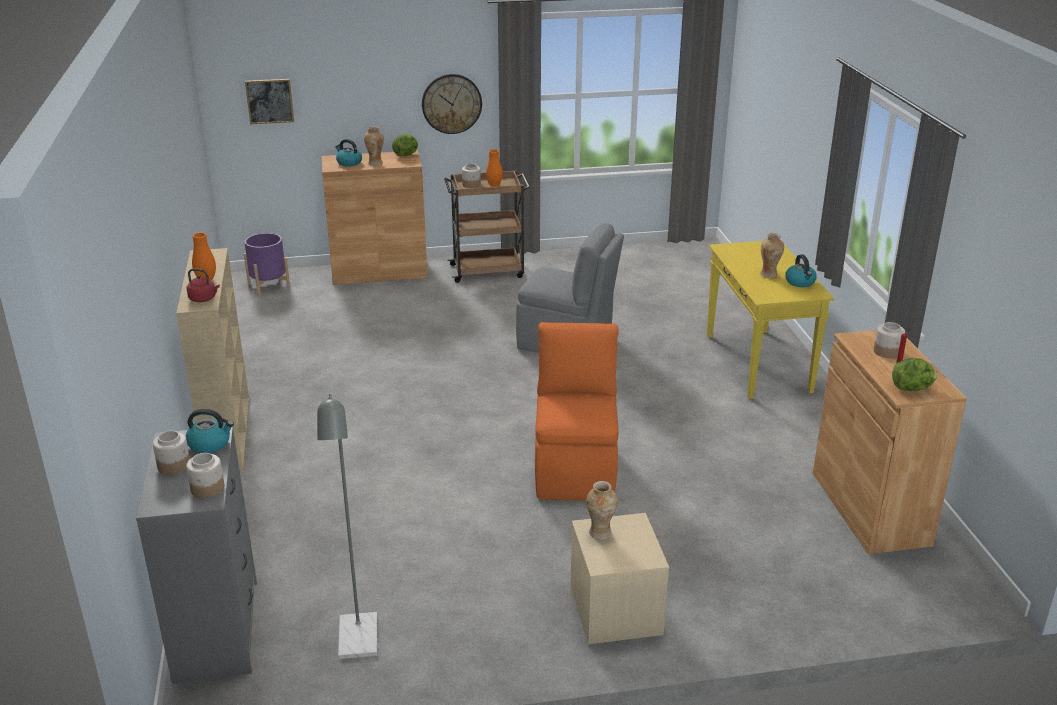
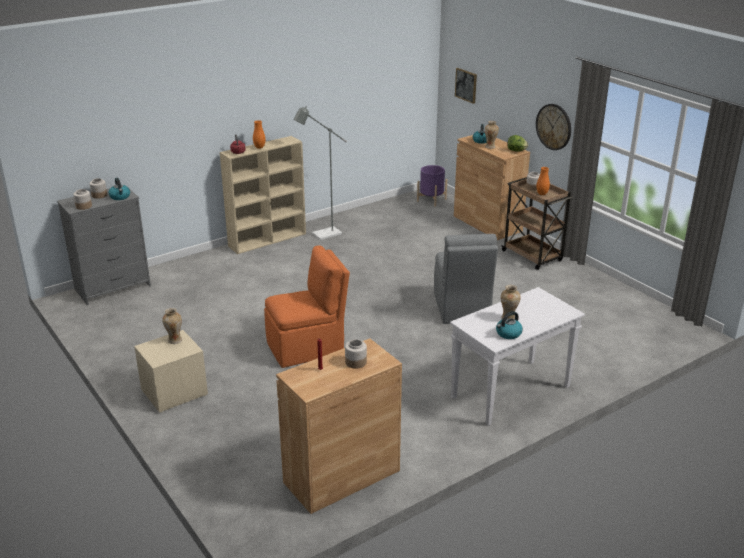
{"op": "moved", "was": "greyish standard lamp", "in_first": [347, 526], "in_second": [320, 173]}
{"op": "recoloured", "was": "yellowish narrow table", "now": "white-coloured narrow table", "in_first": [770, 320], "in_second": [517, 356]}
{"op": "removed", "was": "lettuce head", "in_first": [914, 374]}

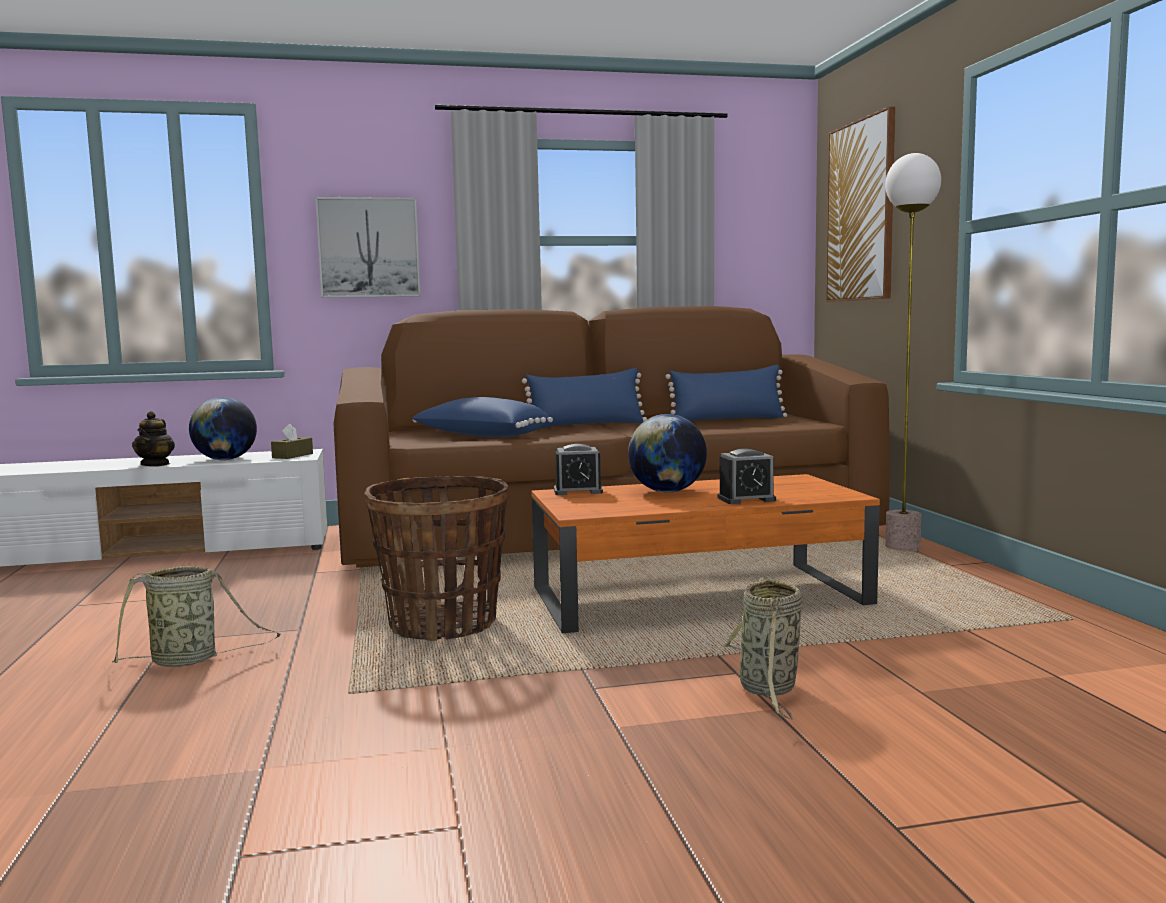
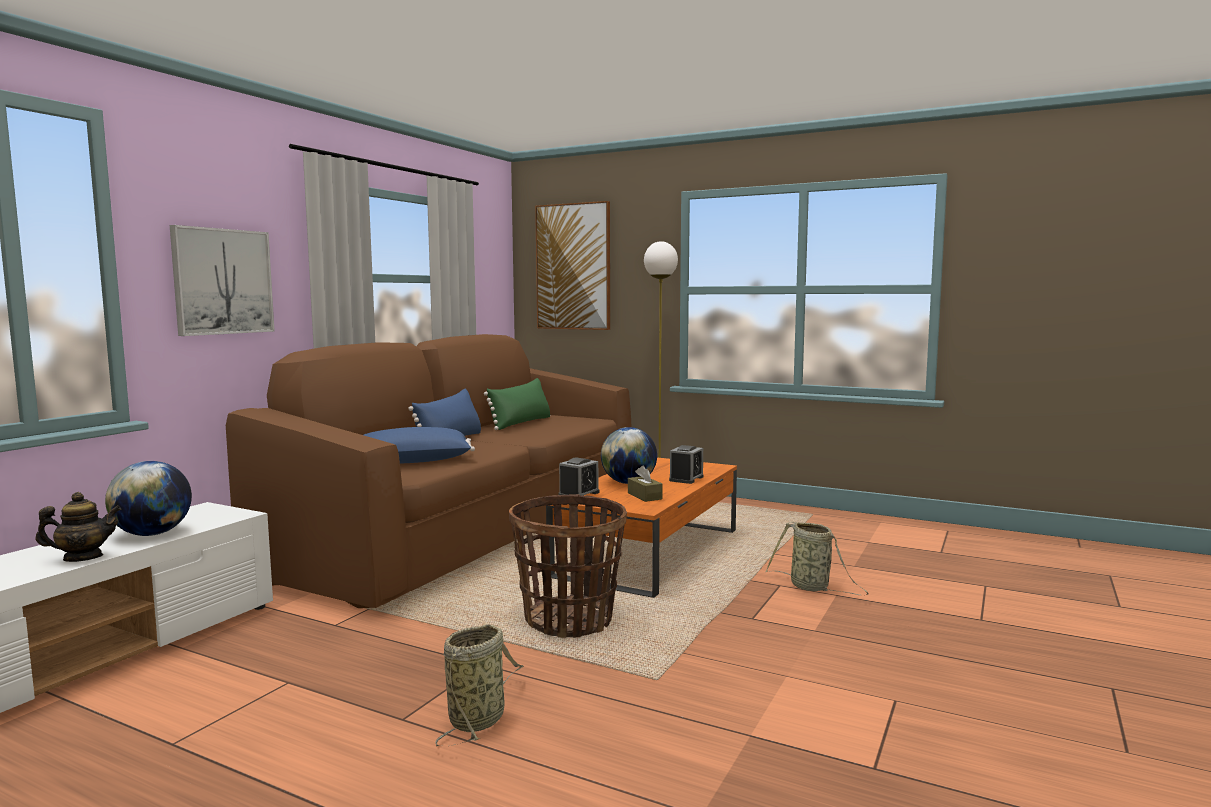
{"op": "turned", "was": "teapot", "in_first": [153, 438], "in_second": [78, 527], "clockwise": -60}
{"op": "recoloured", "was": "bluish pillow", "now": "green pillow", "in_first": [726, 393], "in_second": [517, 404]}
{"op": "moved", "was": "brown-coloured box of tissues", "in_first": [292, 441], "in_second": [645, 483]}

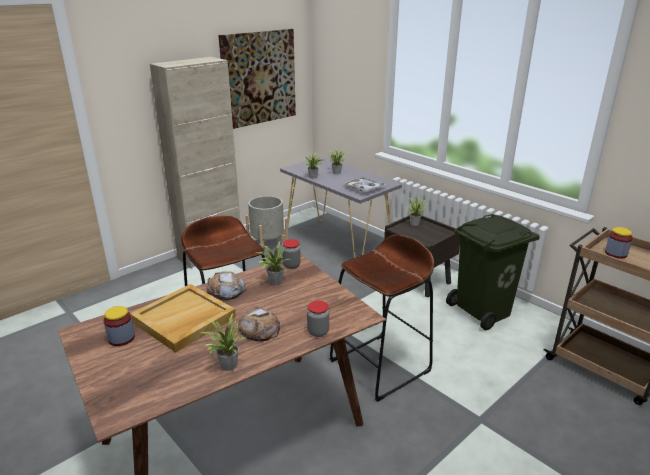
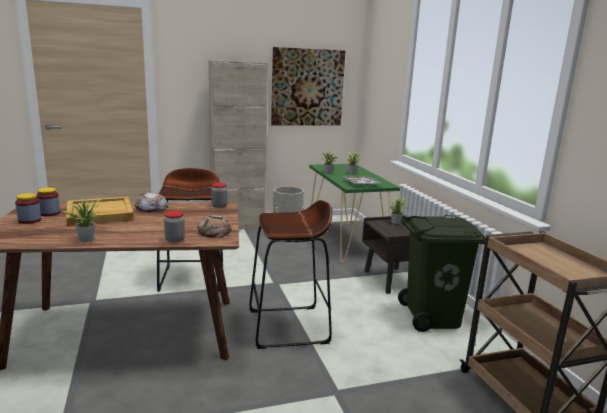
{"op": "moved", "was": "storage jar", "in_first": [619, 243], "in_second": [28, 208]}
{"op": "moved", "was": "bread", "in_first": [259, 324], "in_second": [214, 226]}
{"op": "recoloured", "was": "greyish narrow table", "now": "green narrow table", "in_first": [341, 207], "in_second": [354, 213]}
{"op": "removed", "was": "plant in a pot", "in_first": [272, 263]}

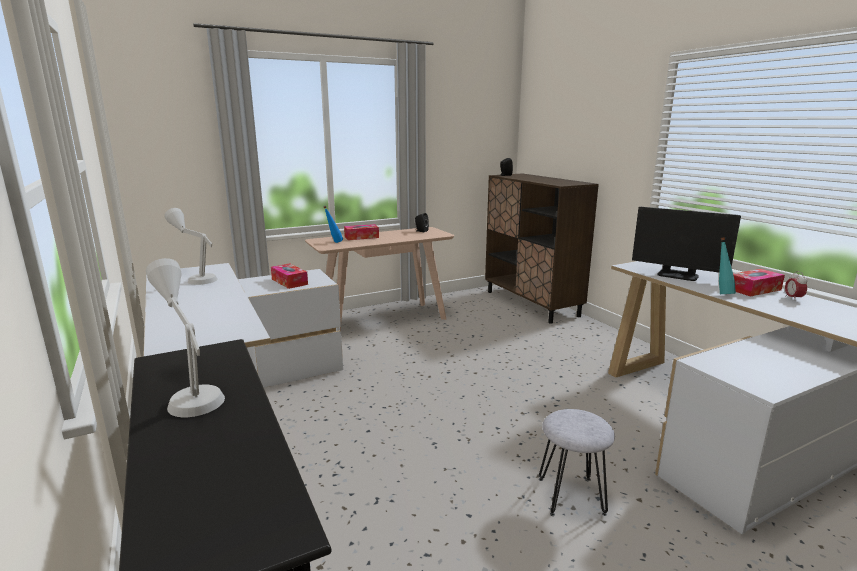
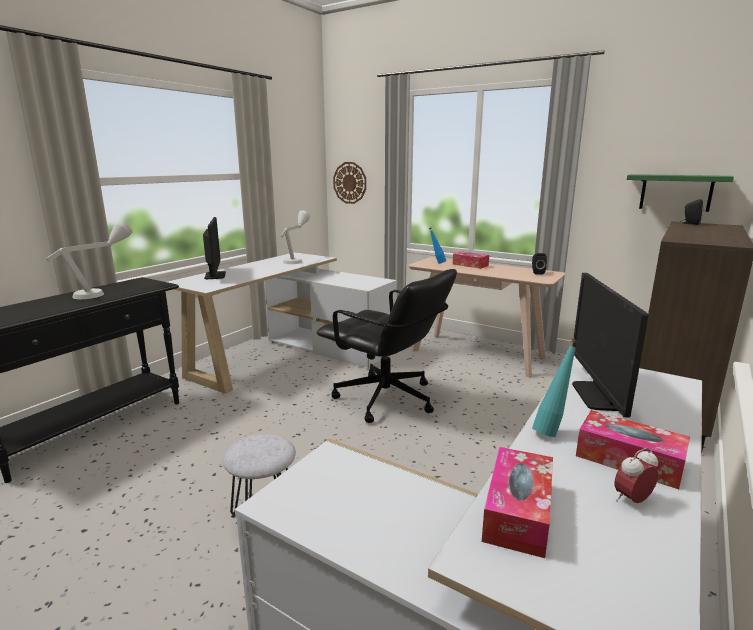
{"op": "added", "now": "monitor", "in_second": [214, 248]}
{"op": "added", "now": "black computer chair", "in_second": [387, 346]}
{"op": "added", "now": "clock on the wall", "in_second": [349, 183]}
{"op": "moved", "was": "box of tissues", "in_first": [289, 276], "in_second": [517, 502]}
{"op": "added", "now": "green wall shelf", "in_second": [680, 193]}

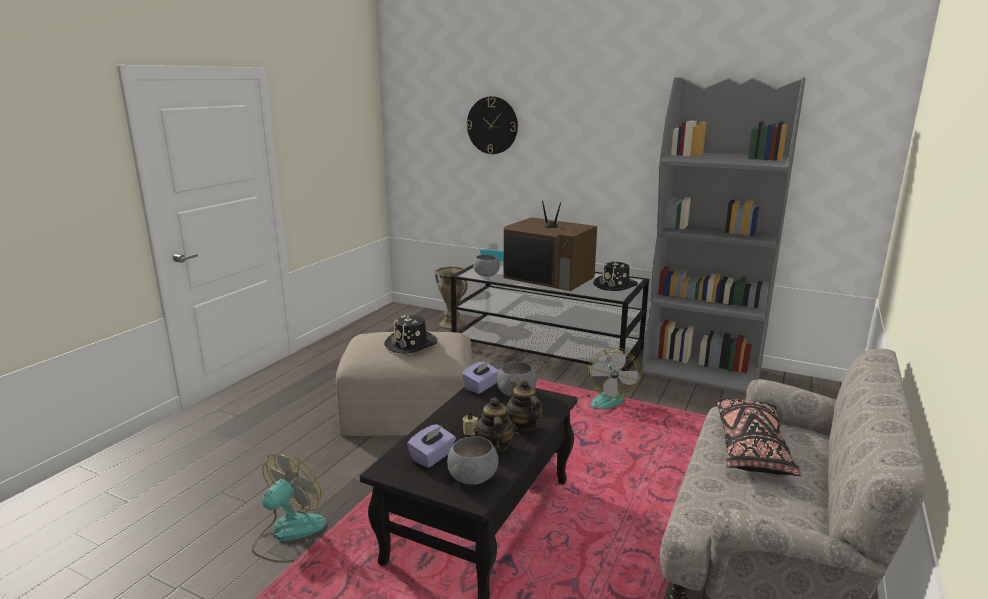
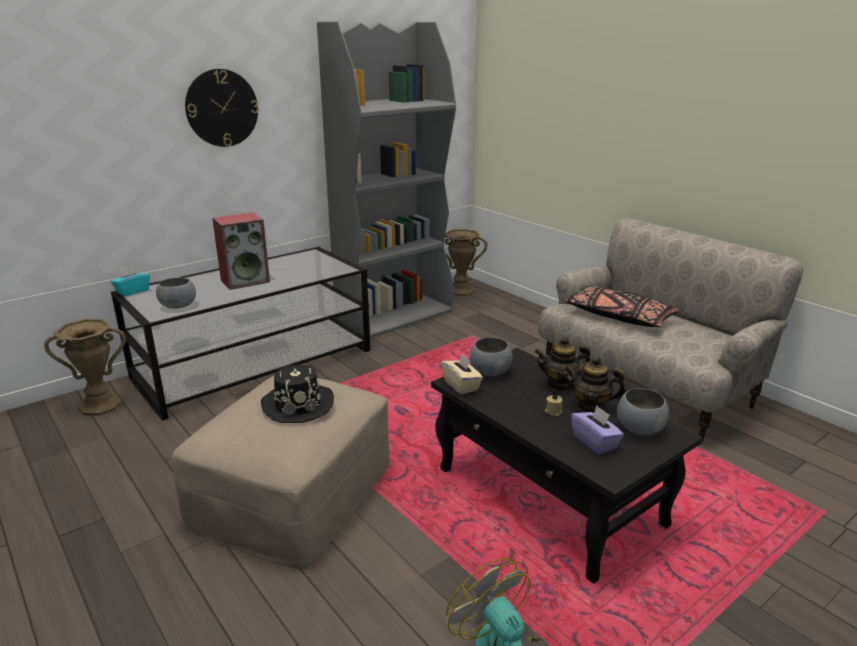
{"op": "moved", "was": "clock on the wall", "in_first": [492, 125], "in_second": [222, 108]}
{"op": "replaced", "was": "TV", "now": "loudspeaker", "in_first": [550, 246], "in_second": [241, 251]}
{"op": "recoloured", "was": "purple-coloured box of tissues", "now": "beige box of tissues", "in_first": [480, 377], "in_second": [462, 374]}
{"op": "added", "now": "brown-coloured vase", "in_second": [466, 262]}
{"op": "removed", "was": "fan", "in_first": [613, 378]}
{"op": "removed", "was": "black hat", "in_first": [615, 275]}

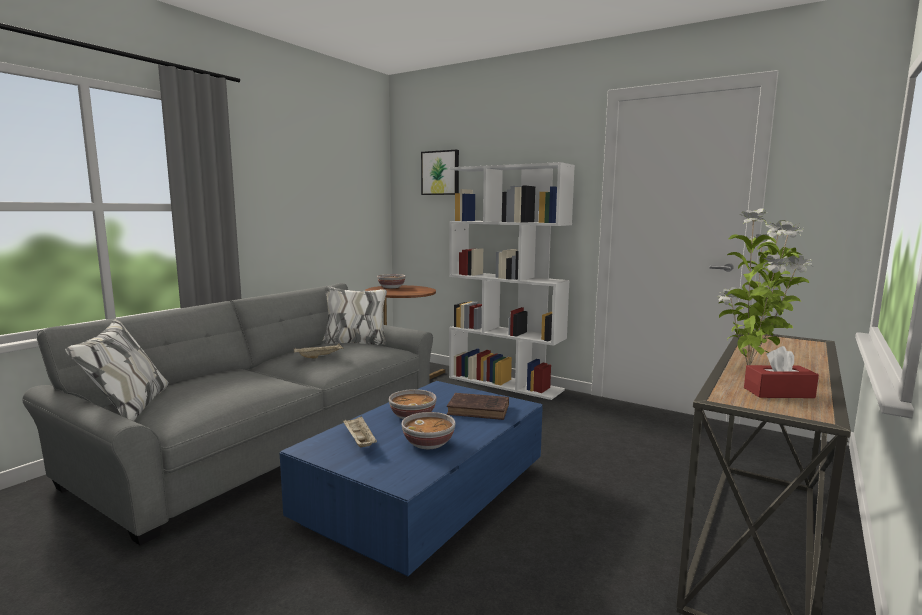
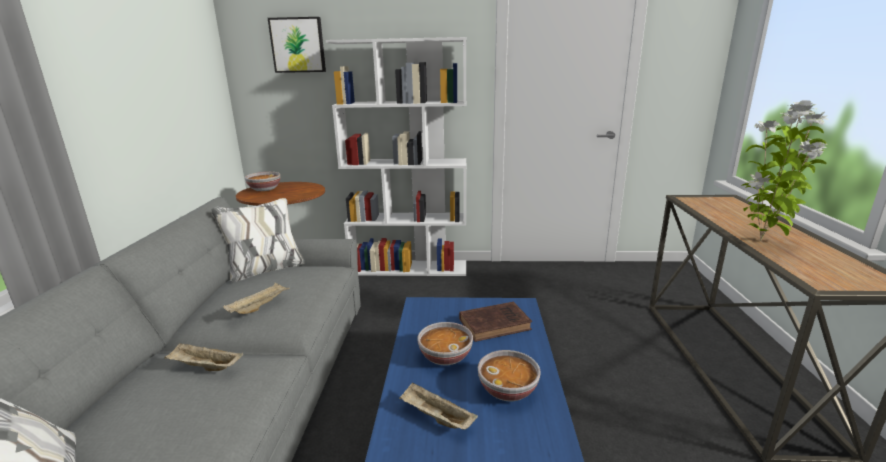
{"op": "added", "now": "beige serving tray", "in_second": [203, 357]}
{"op": "removed", "was": "reddish box of tissues", "in_first": [781, 372]}

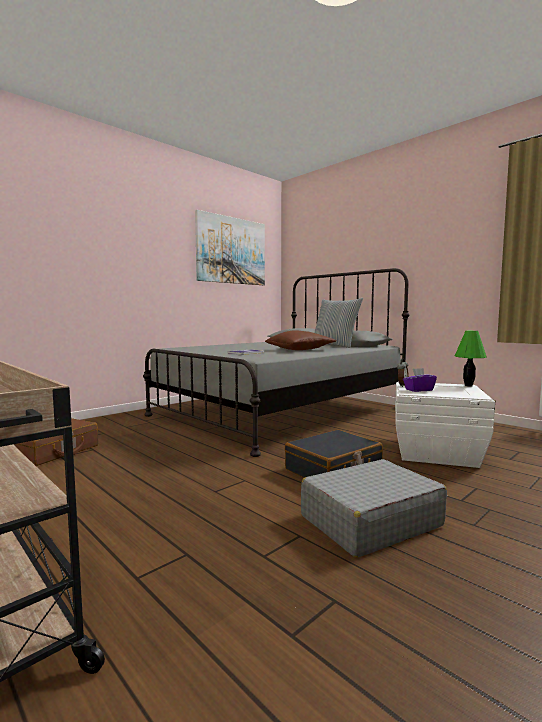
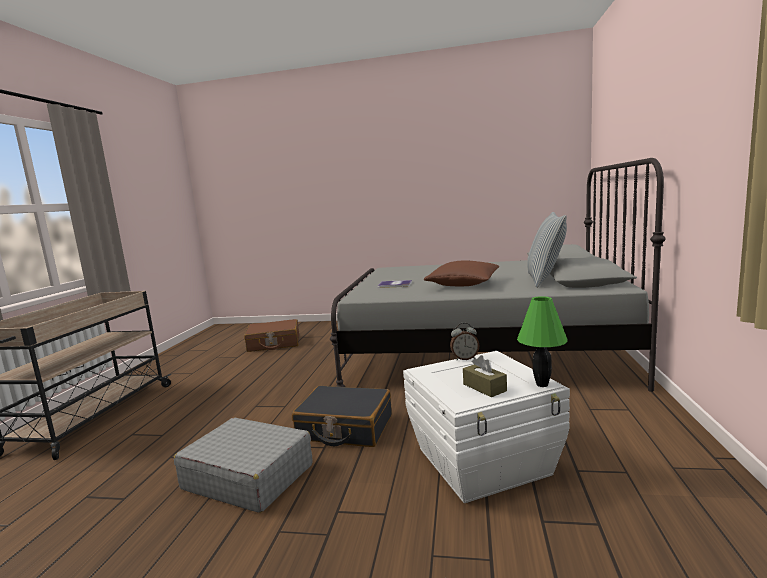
{"op": "added", "now": "brown-coloured box of tissues", "in_second": [485, 376]}
{"op": "removed", "was": "picture", "in_first": [230, 247]}
{"op": "removed", "was": "purple-coloured box of tissues", "in_first": [420, 380]}

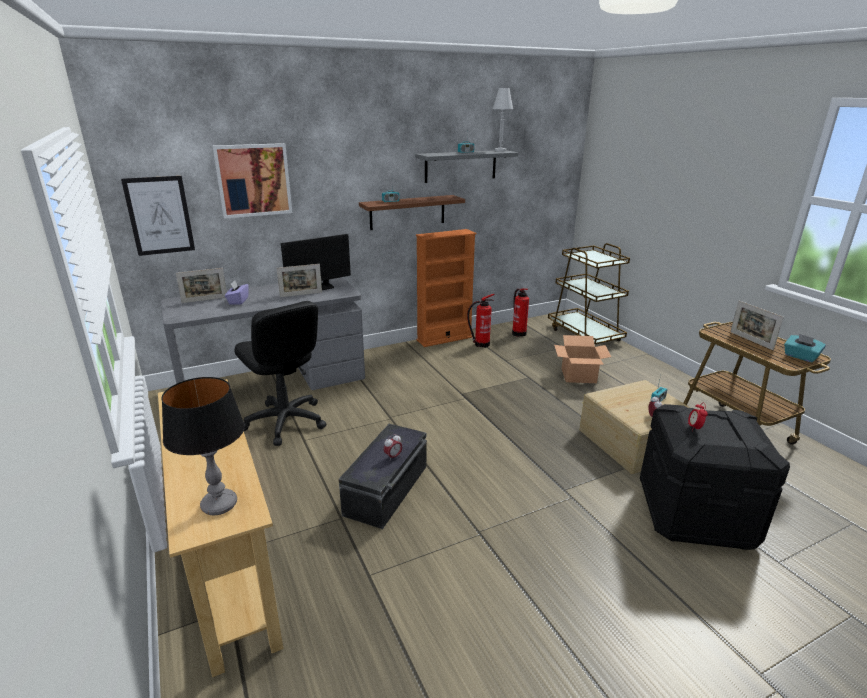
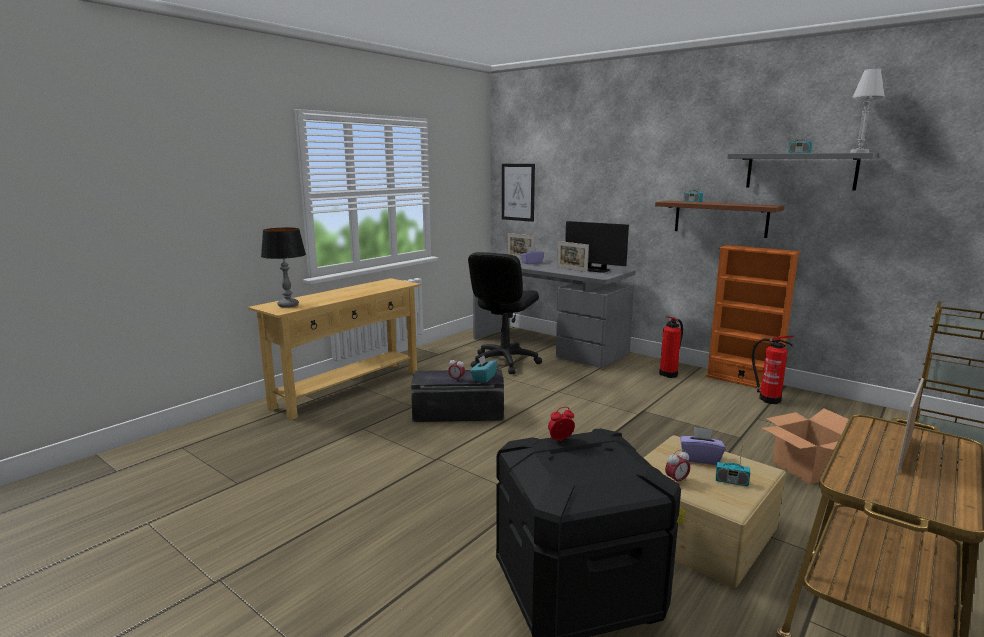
{"op": "moved", "was": "turquoise box of tissues", "in_first": [805, 348], "in_second": [483, 369]}
{"op": "moved", "was": "extinguisher", "in_first": [520, 312], "in_second": [671, 347]}
{"op": "added", "now": "purple-coloured box of tissues", "in_second": [702, 446]}
{"op": "removed", "was": "picture", "in_first": [252, 181]}

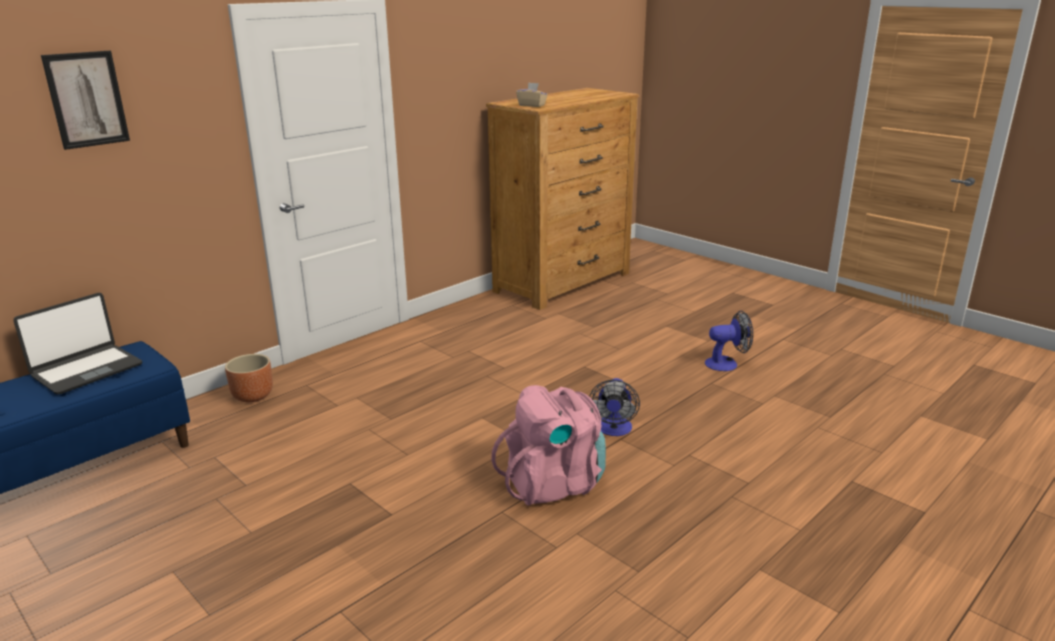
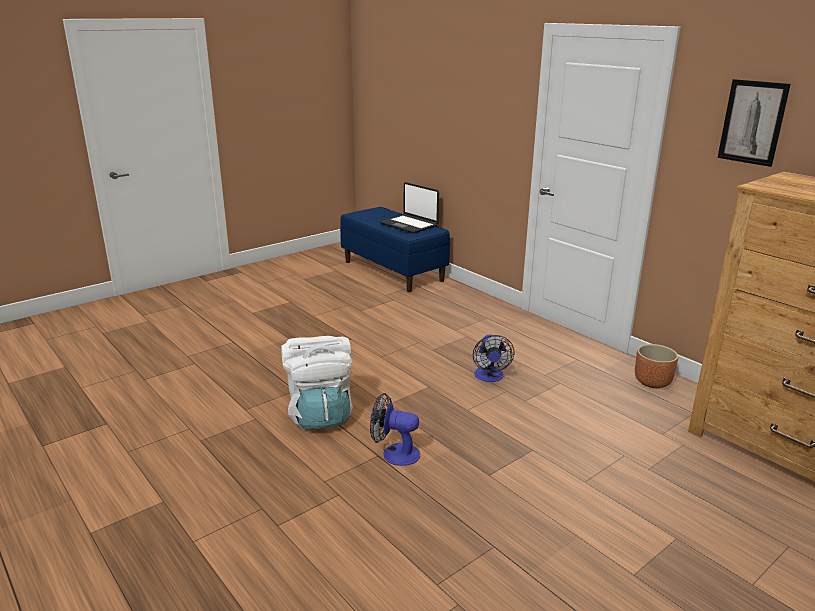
{"op": "recoloured", "was": "pinkish rucksack", "now": "white-coloured rucksack", "in_first": [548, 445], "in_second": [317, 382]}
{"op": "moved", "was": "fan", "in_first": [729, 341], "in_second": [494, 358]}
{"op": "moved", "was": "brown-coloured plant pot", "in_first": [249, 378], "in_second": [656, 366]}
{"op": "moved", "was": "picture", "in_first": [85, 100], "in_second": [754, 123]}
{"op": "removed", "was": "beige box of tissues", "in_first": [532, 94]}

